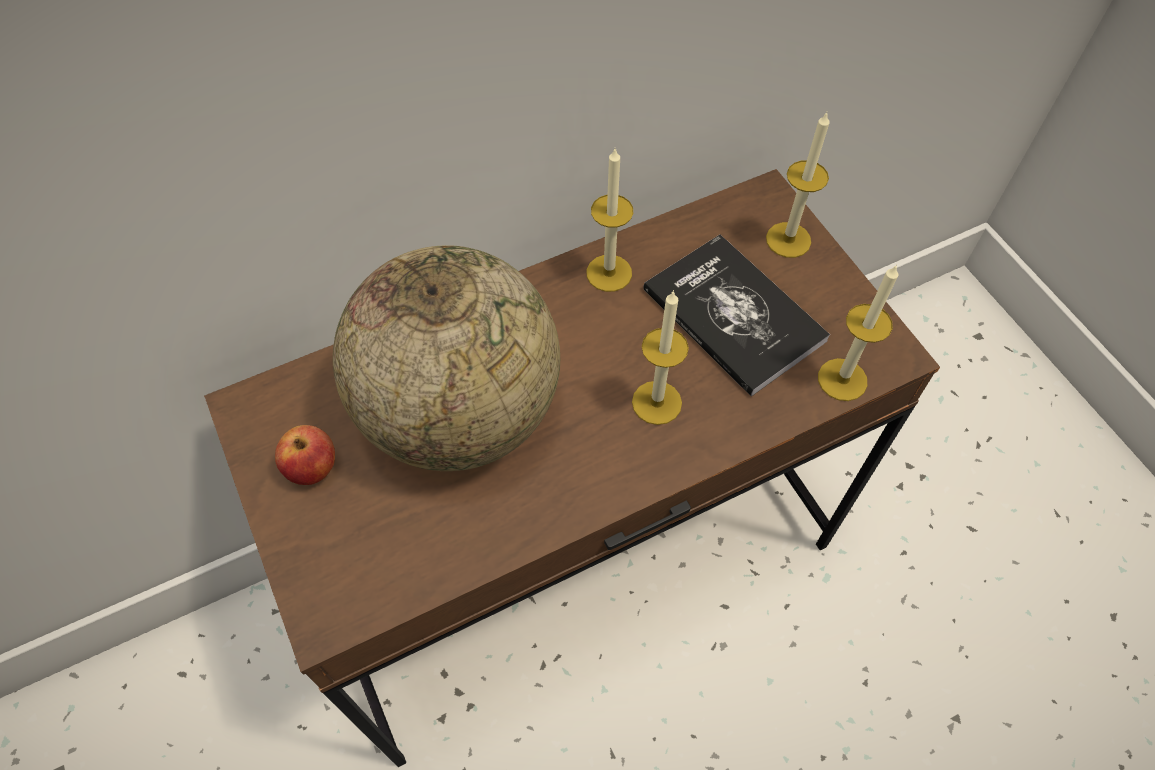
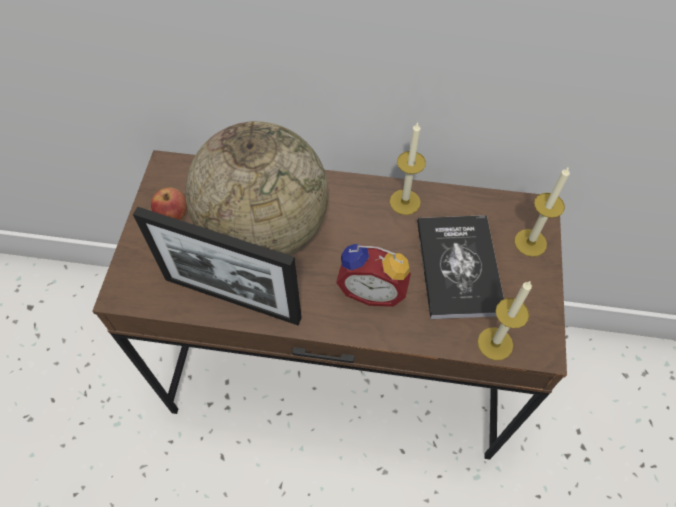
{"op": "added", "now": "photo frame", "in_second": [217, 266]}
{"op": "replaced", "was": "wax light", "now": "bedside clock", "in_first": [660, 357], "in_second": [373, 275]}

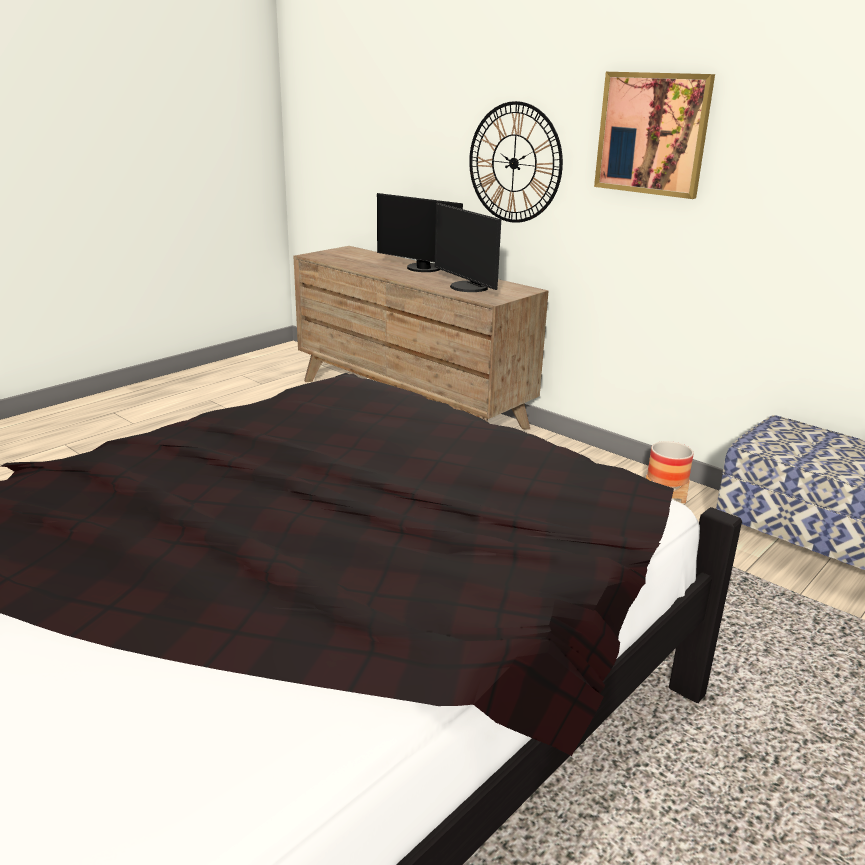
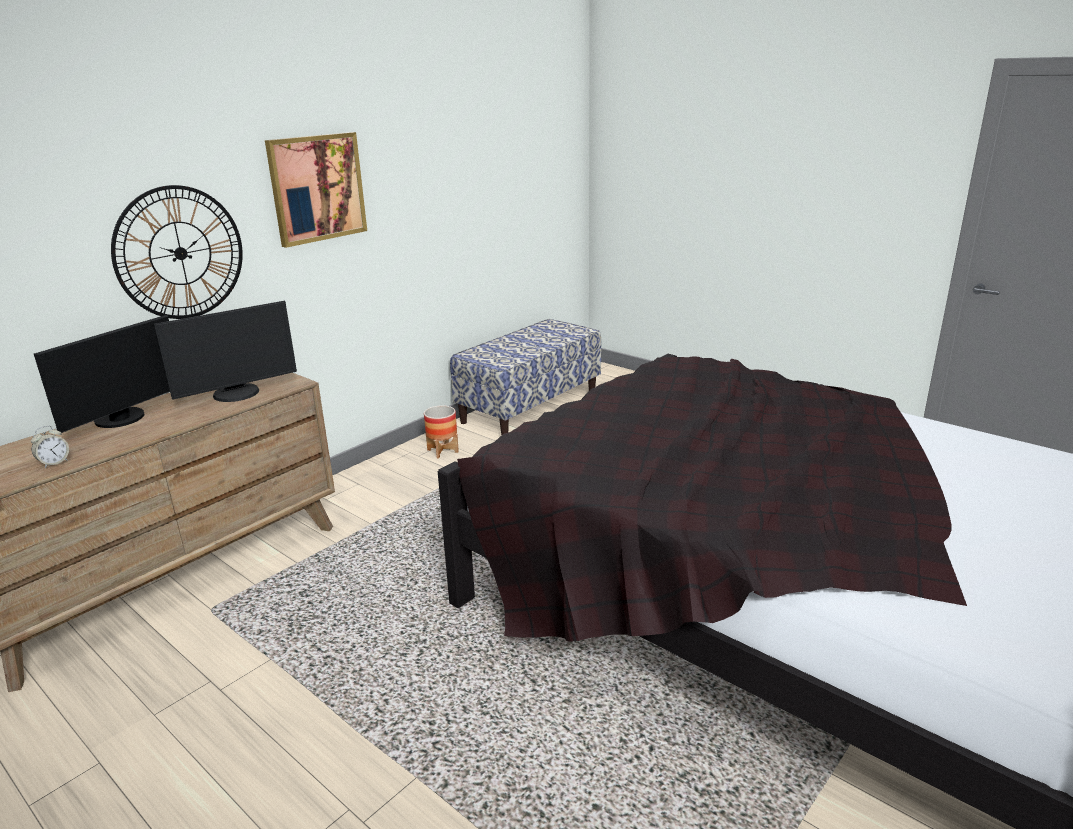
{"op": "added", "now": "bedside clock", "in_second": [50, 447]}

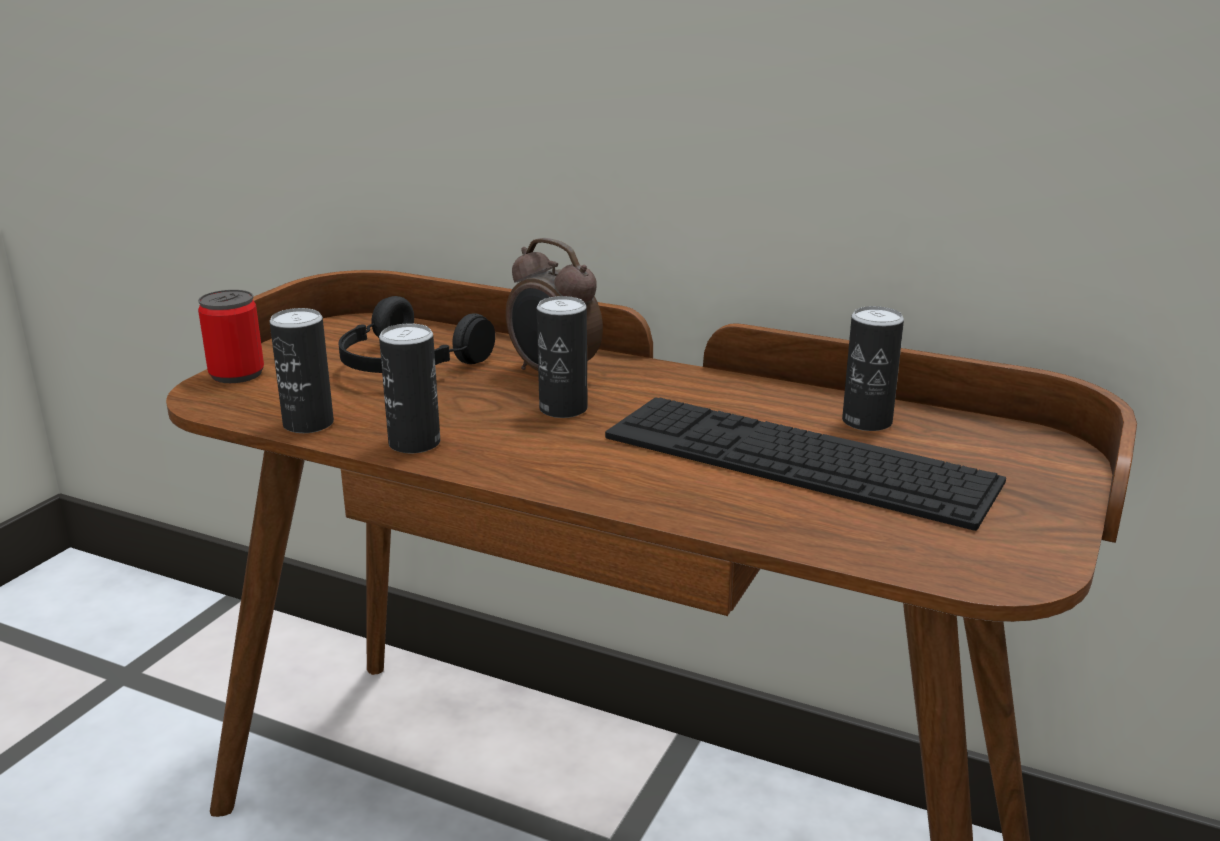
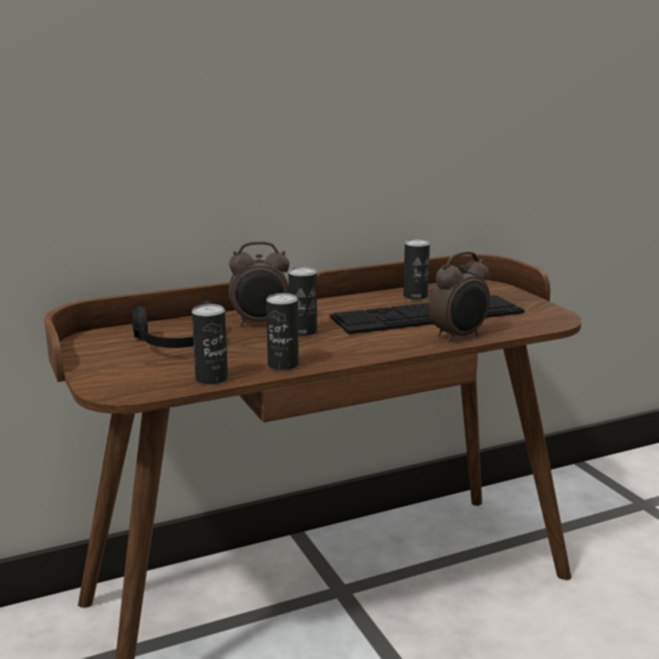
{"op": "added", "now": "bedside clock", "in_second": [459, 297]}
{"op": "removed", "was": "can", "in_first": [231, 336]}

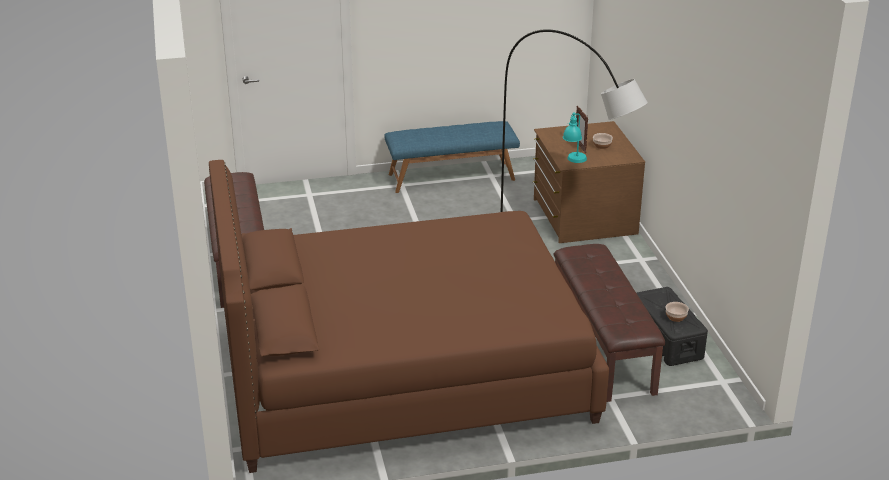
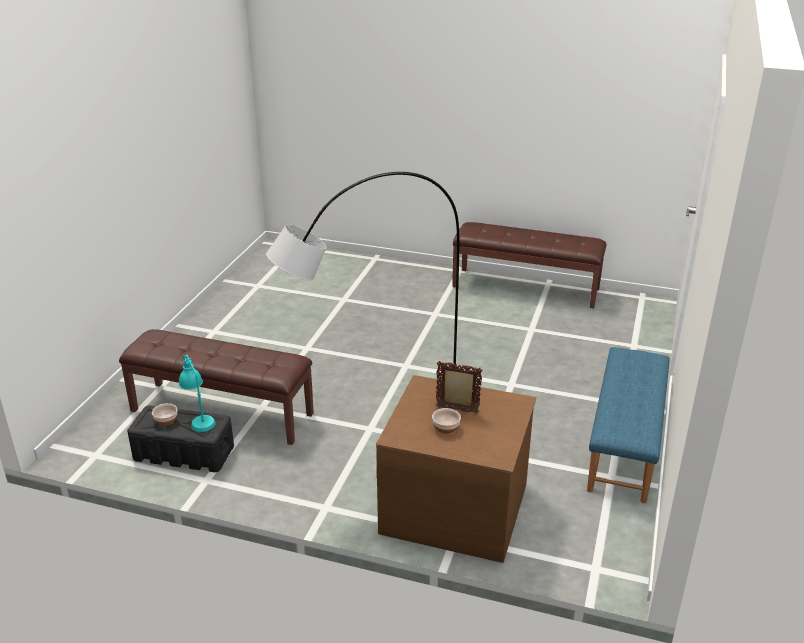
{"op": "moved", "was": "turquoise tabletop lamp", "in_first": [575, 137], "in_second": [197, 393]}
{"op": "removed", "was": "brown-coloured bedroom bed", "in_first": [409, 316]}

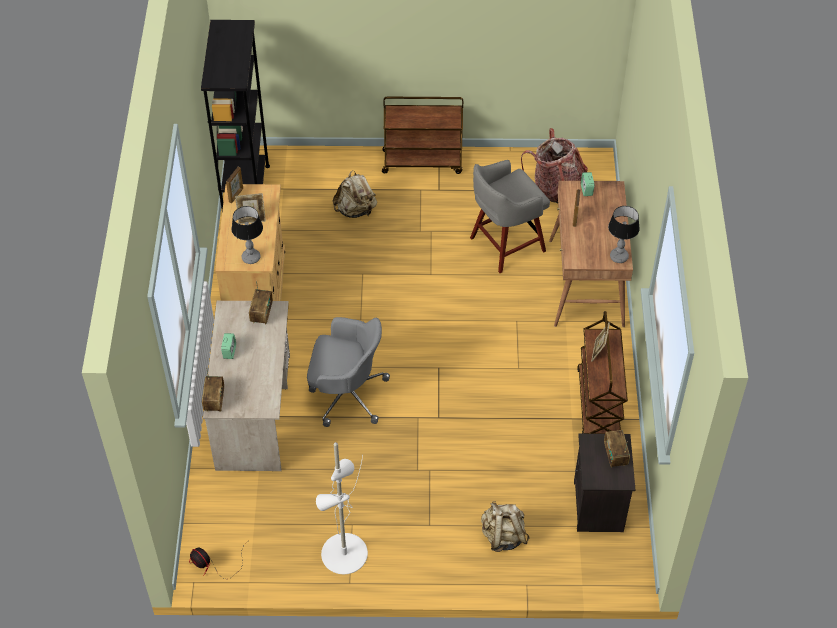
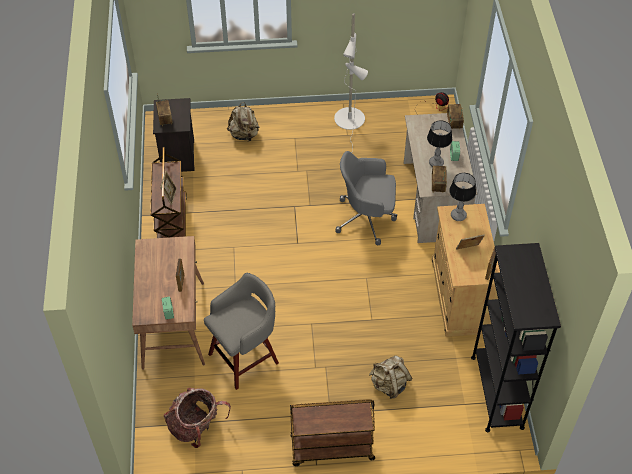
{"op": "moved", "was": "tabletop lamp", "in_first": [624, 234], "in_second": [439, 144]}

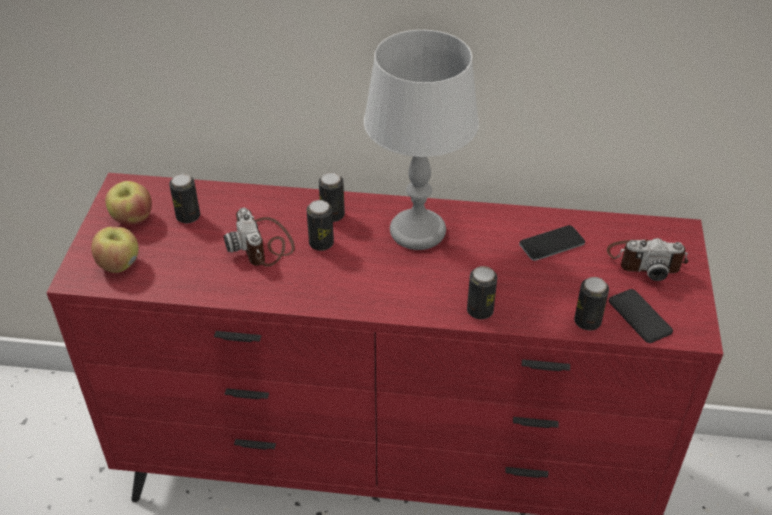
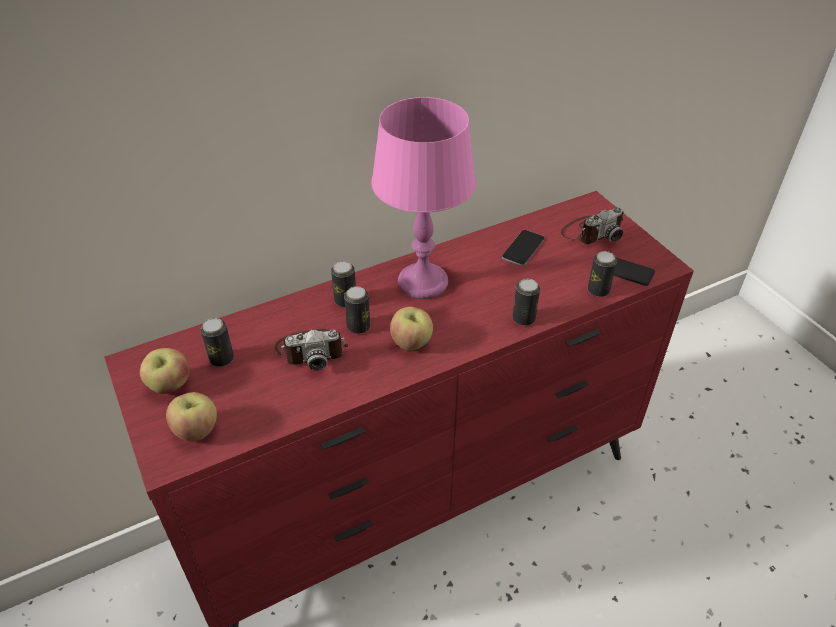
{"op": "turned", "was": "still camera", "in_first": [259, 237], "in_second": [311, 350], "clockwise": -45}
{"op": "recoloured", "was": "greyish tabletop lamp", "now": "pinkish tabletop lamp", "in_first": [421, 140], "in_second": [423, 198]}
{"op": "added", "now": "whole apple", "in_second": [411, 328]}

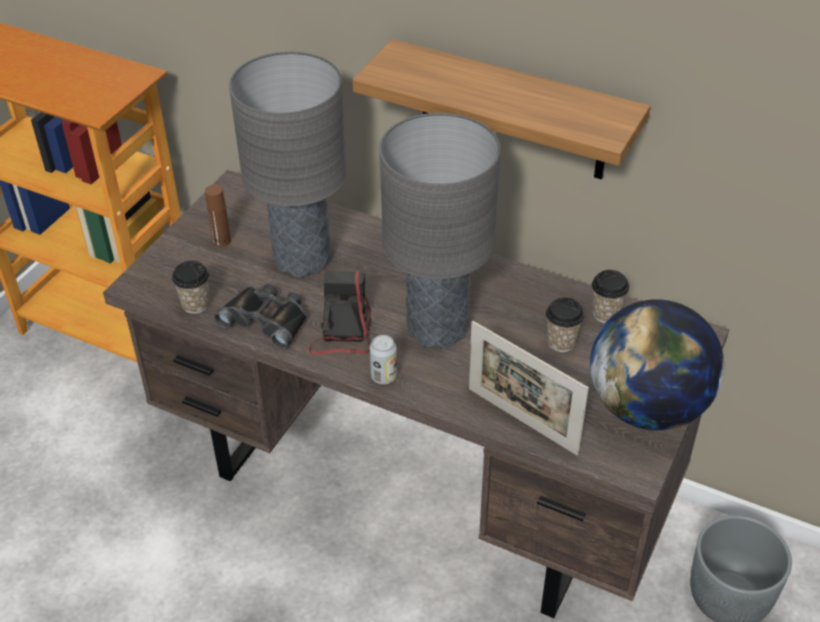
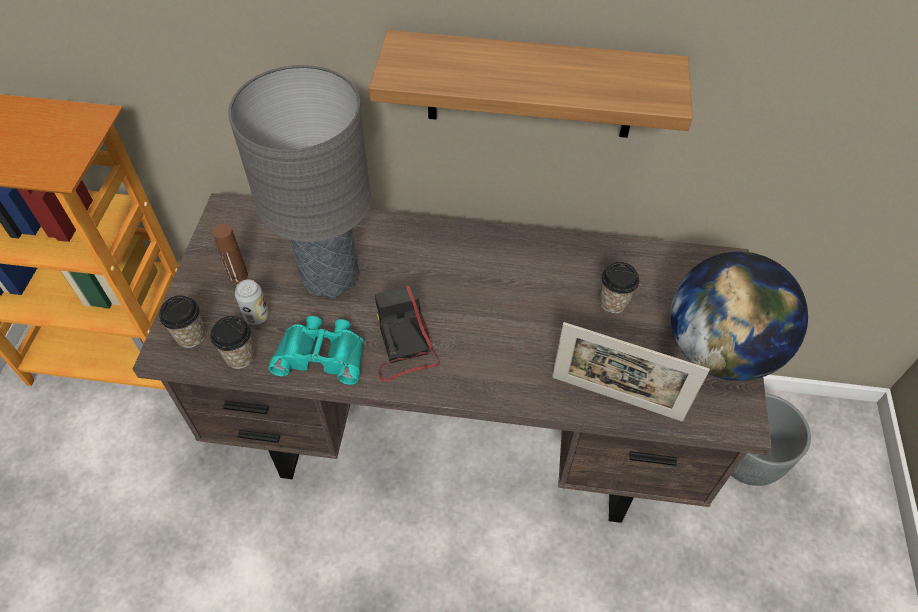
{"op": "moved", "was": "small cup", "in_first": [610, 296], "in_second": [182, 321]}
{"op": "moved", "was": "can", "in_first": [383, 359], "in_second": [252, 302]}
{"op": "recoloured", "was": "black binoculars", "now": "turquoise binoculars", "in_first": [260, 316], "in_second": [316, 350]}
{"op": "removed", "was": "greyish tabletop lamp", "in_first": [439, 230]}

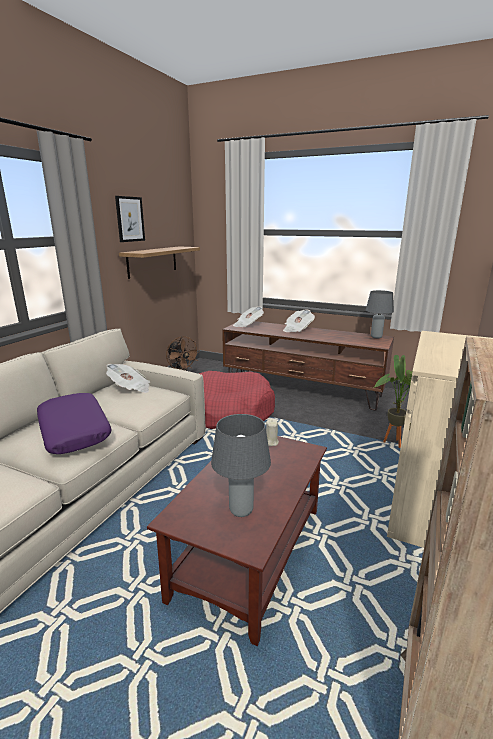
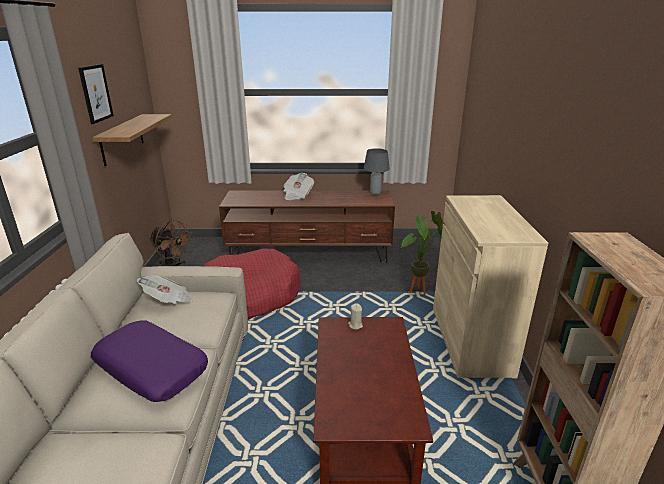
{"op": "removed", "was": "greyish tabletop lamp", "in_first": [241, 465]}
{"op": "removed", "was": "newspaper", "in_first": [248, 316]}

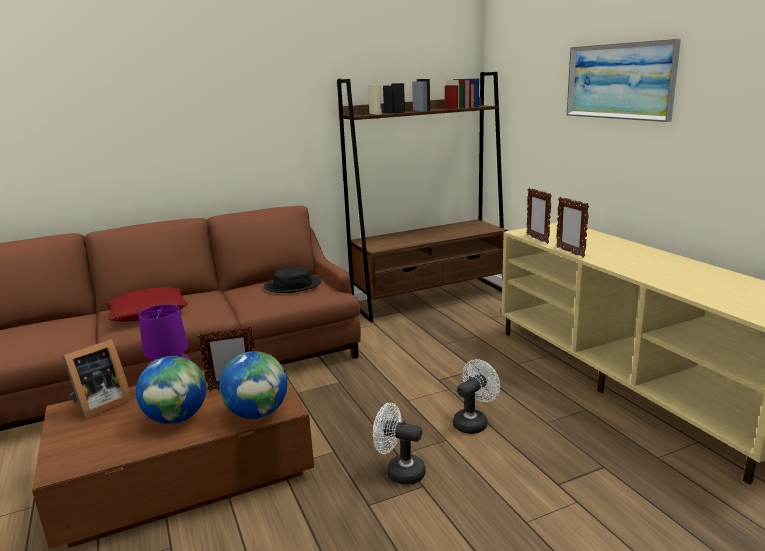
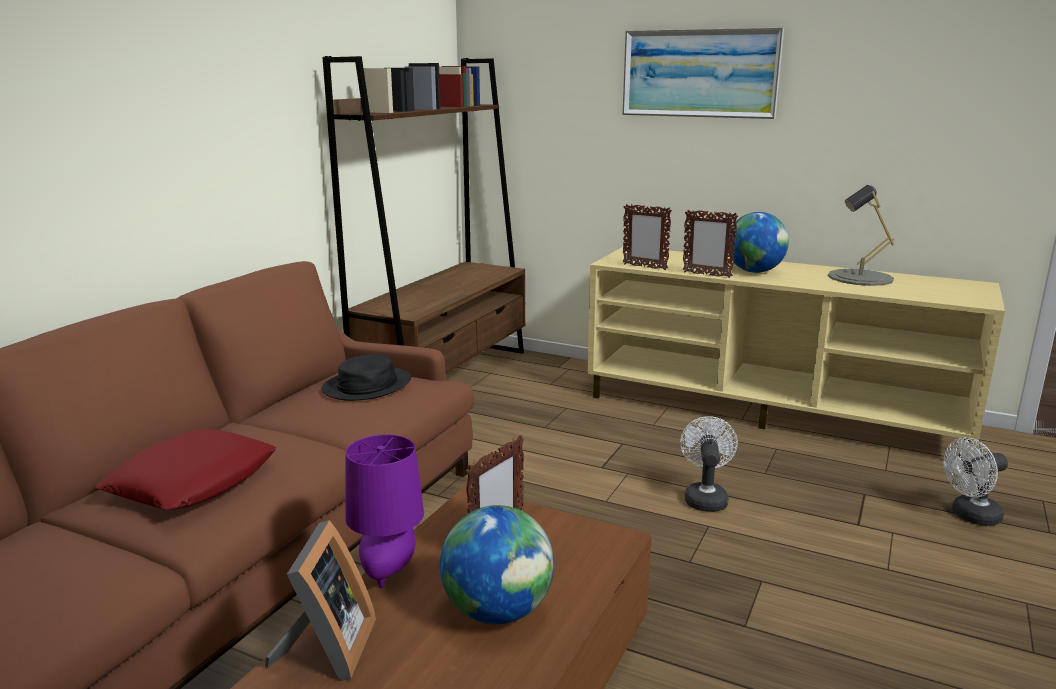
{"op": "moved", "was": "globe", "in_first": [253, 385], "in_second": [758, 242]}
{"op": "added", "now": "greyish tabletop lamp", "in_second": [861, 235]}
{"op": "moved", "was": "white-coloured fan", "in_first": [399, 444], "in_second": [975, 481]}

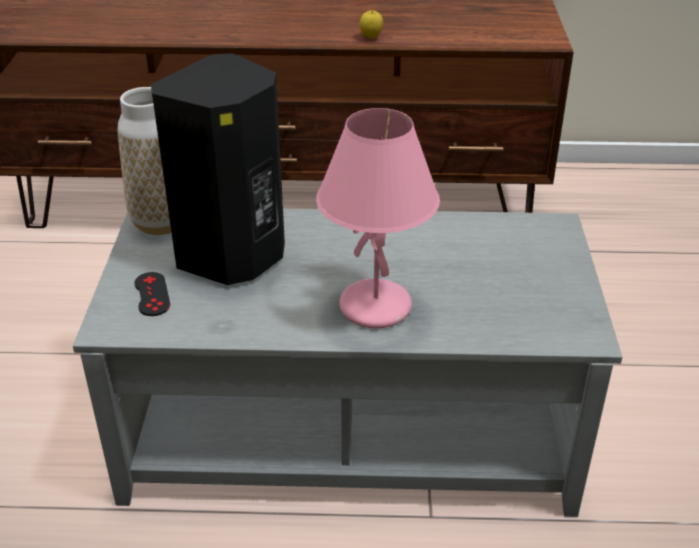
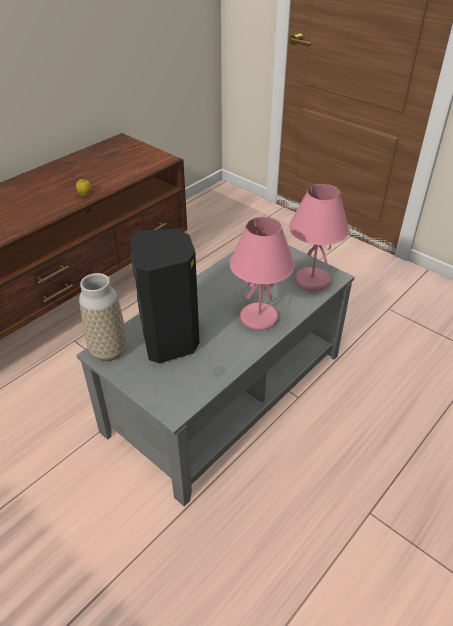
{"op": "added", "now": "pinkish tabletop lamp", "in_second": [319, 237]}
{"op": "removed", "was": "black joypad", "in_first": [152, 294]}

